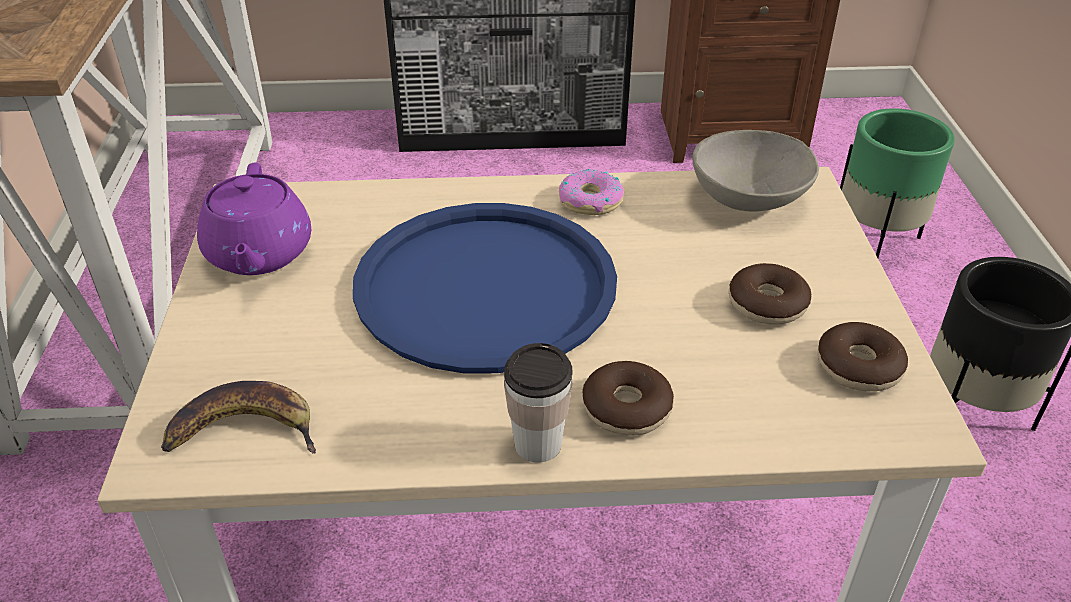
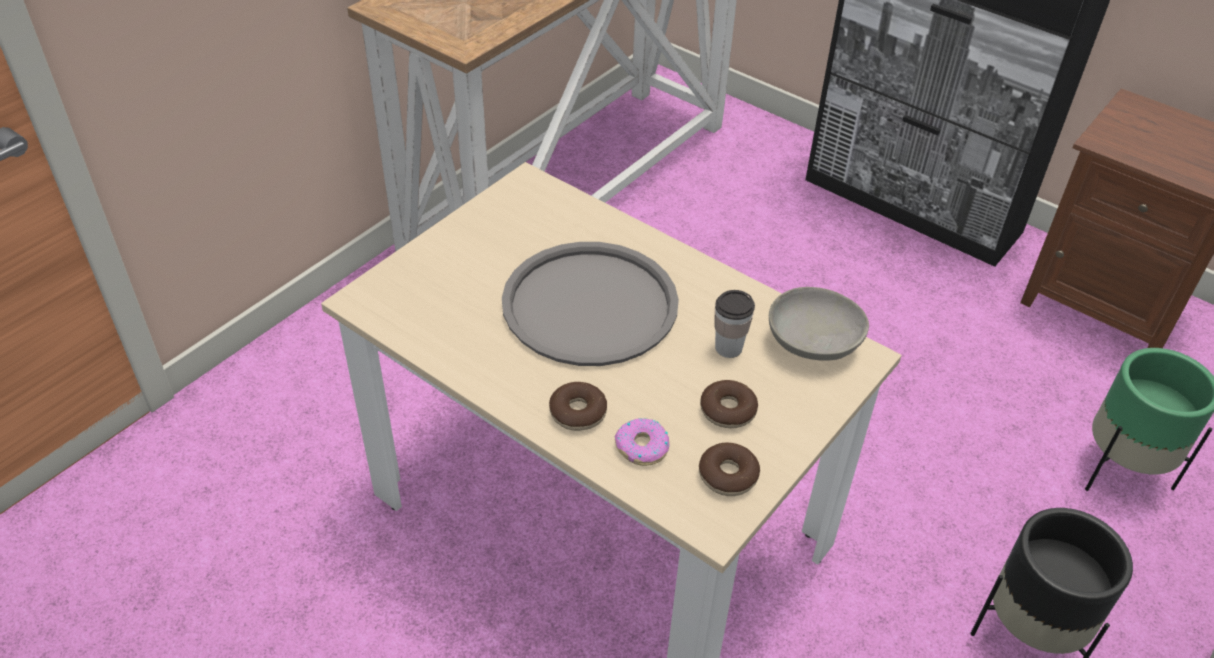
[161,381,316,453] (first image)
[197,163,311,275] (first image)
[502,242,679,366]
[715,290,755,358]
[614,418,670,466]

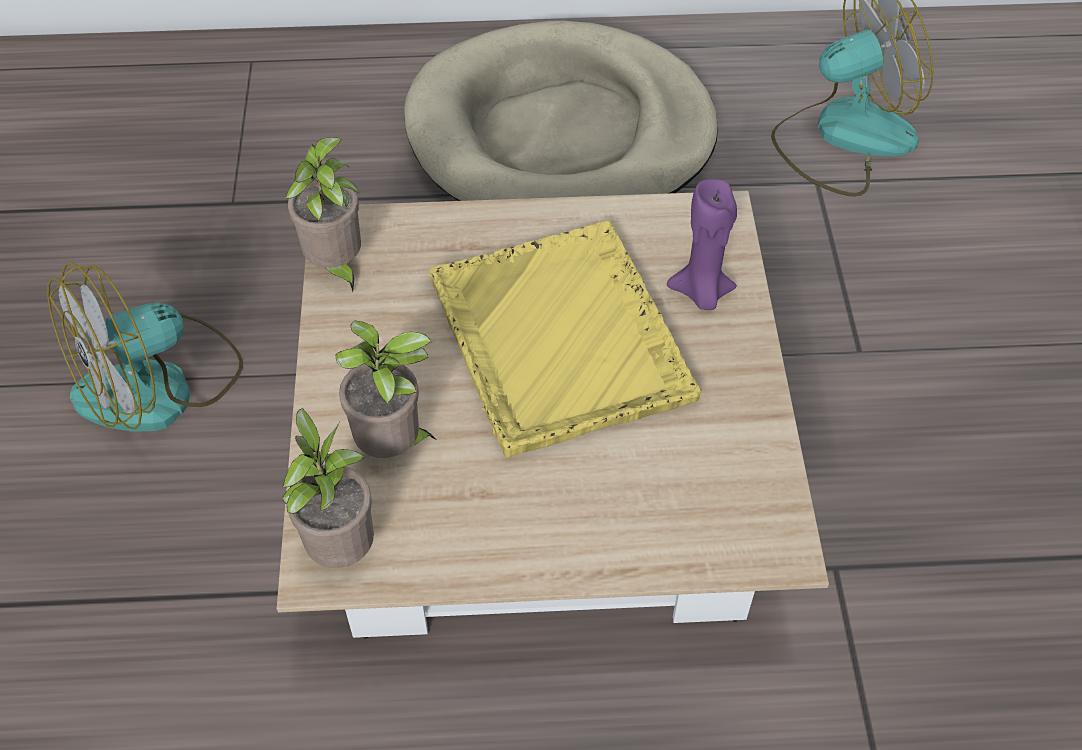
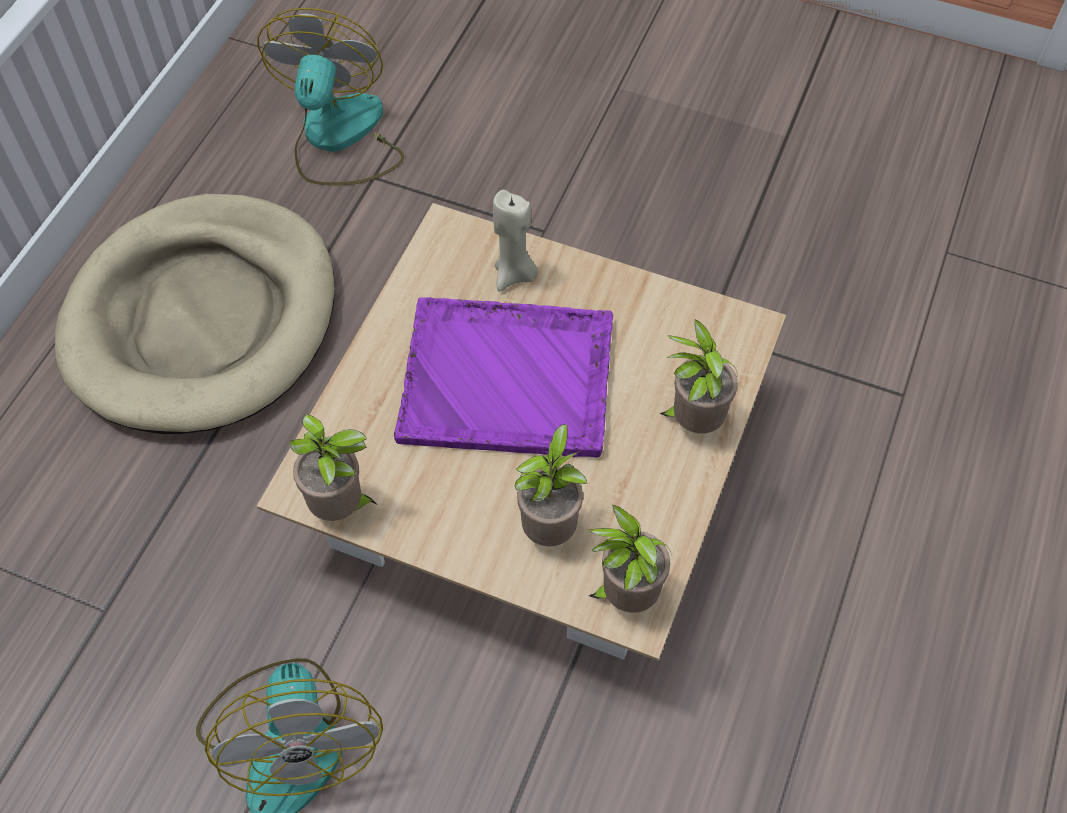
[394,297,613,458]
[493,190,538,292]
[659,319,738,434]

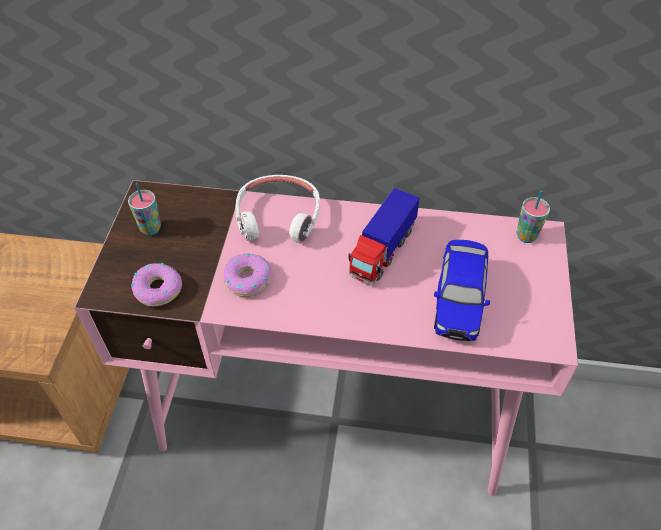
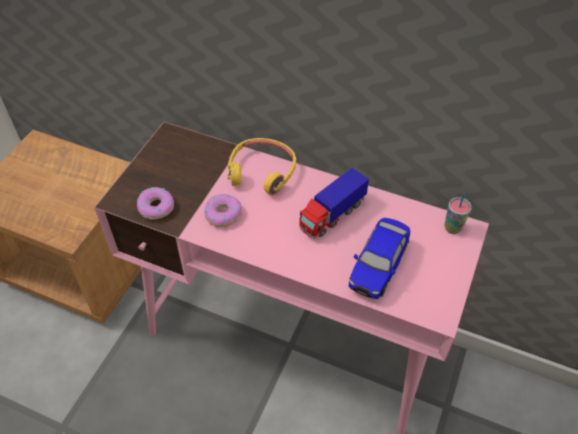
[128,183,161,235] (first image)
[227,138,296,196]

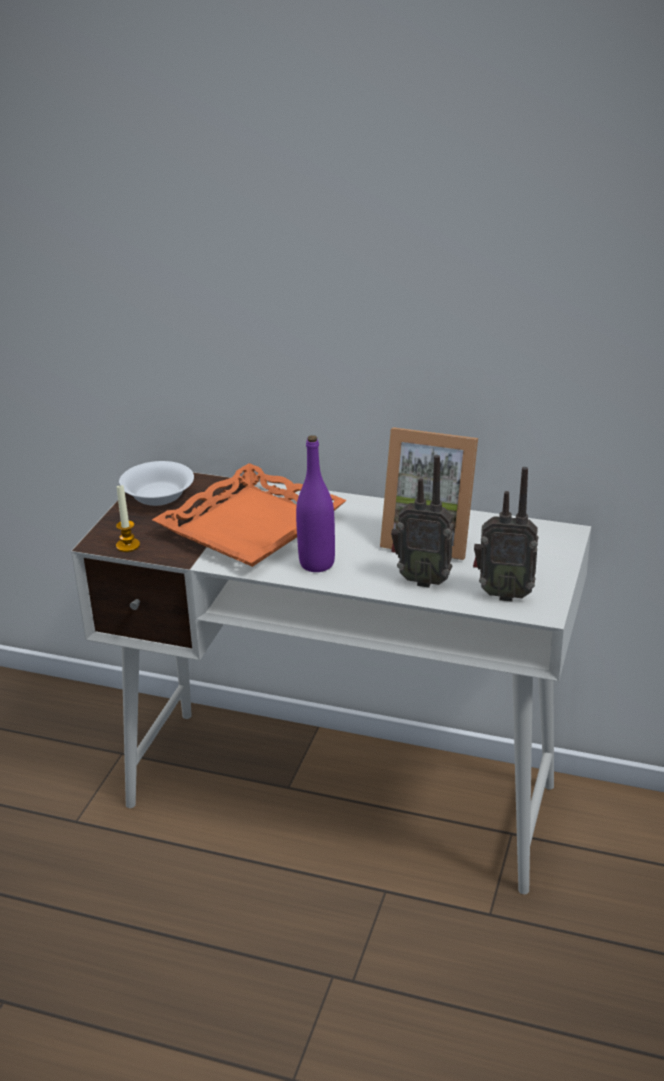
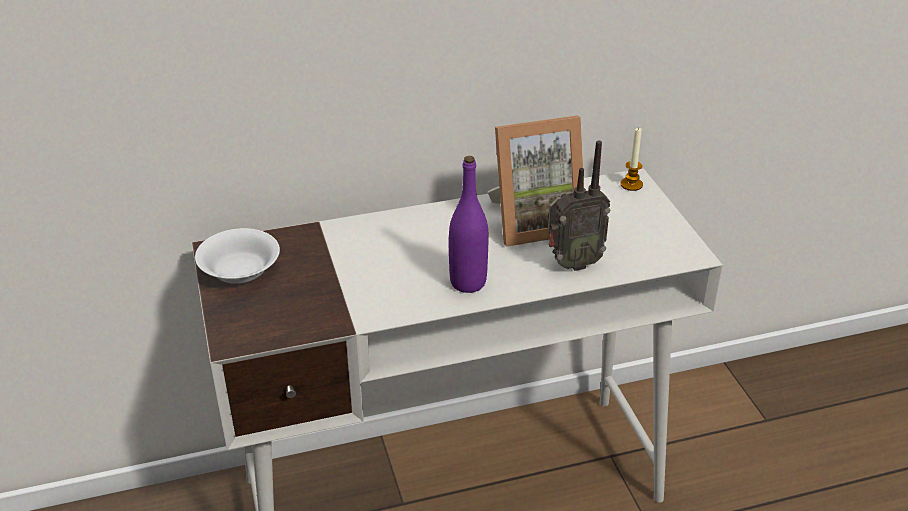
[620,127,643,191]
[152,463,347,567] (first image)
[473,467,538,602] (first image)

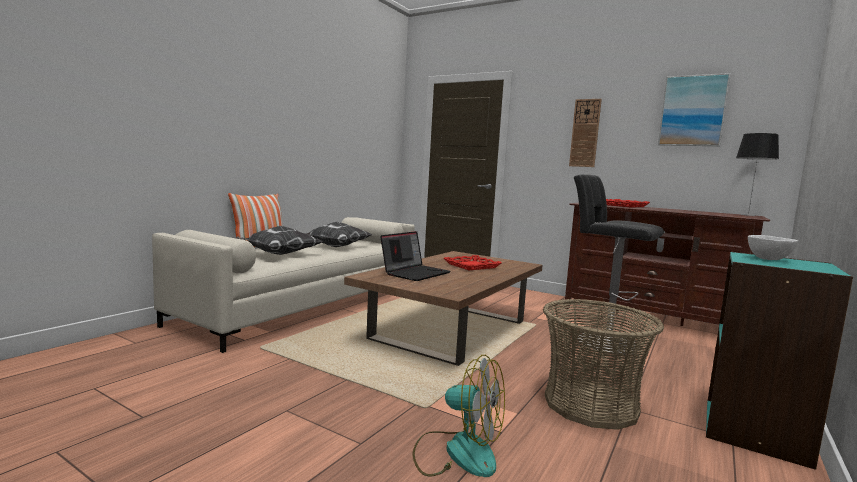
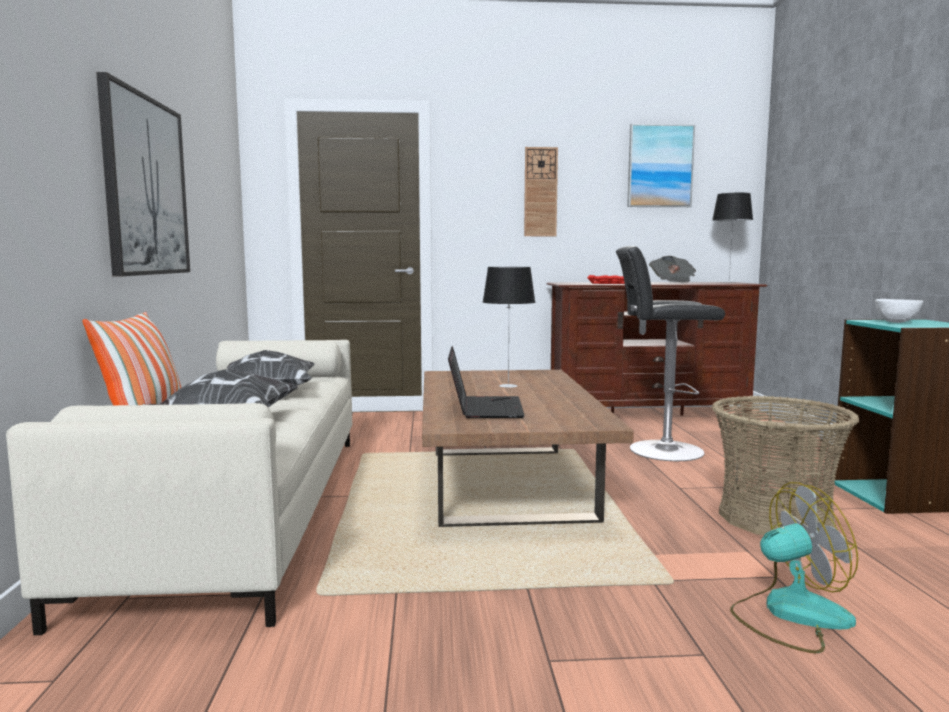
[483,267,535,388]
[96,72,190,276]
[649,256,696,282]

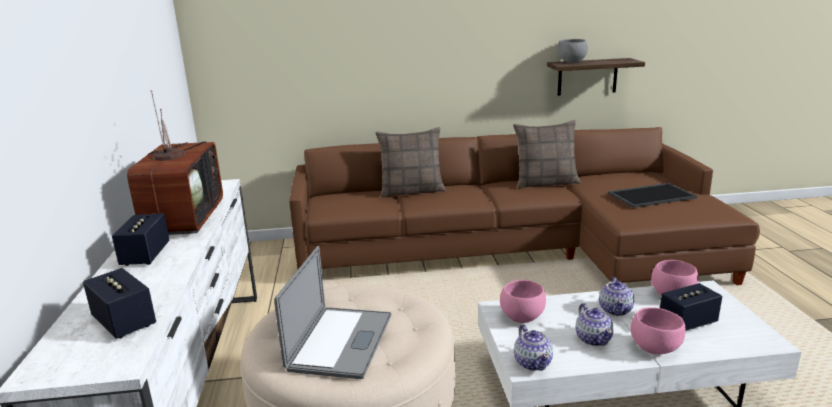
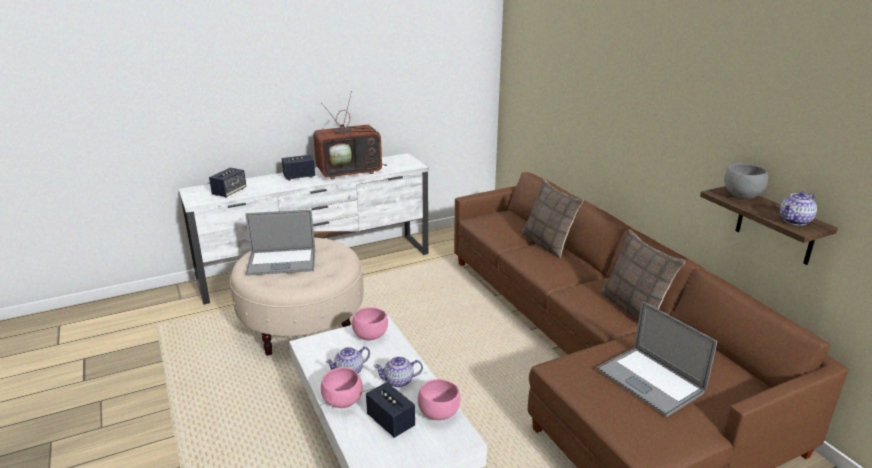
[779,191,817,226]
[597,301,717,417]

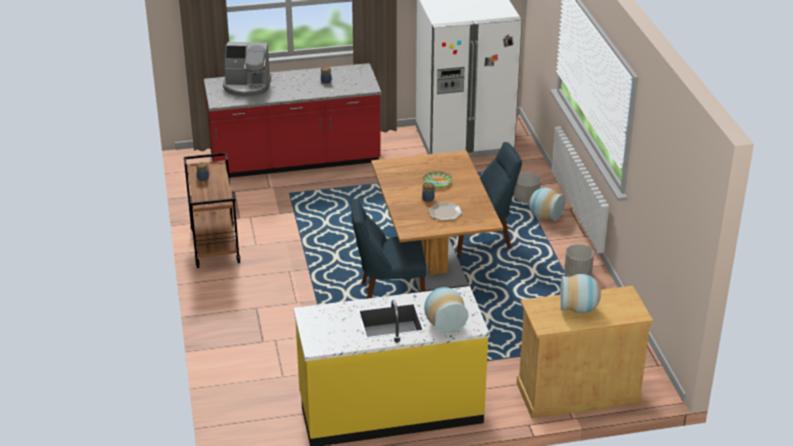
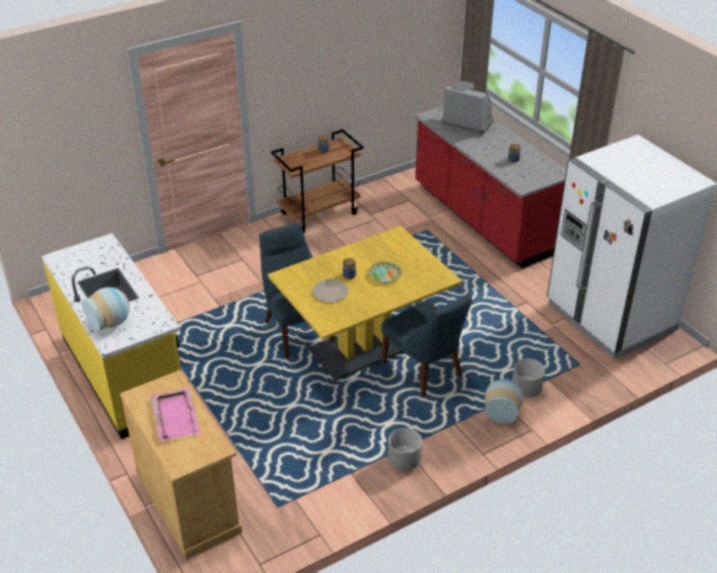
[441,81,493,135]
[267,226,462,381]
[150,388,201,441]

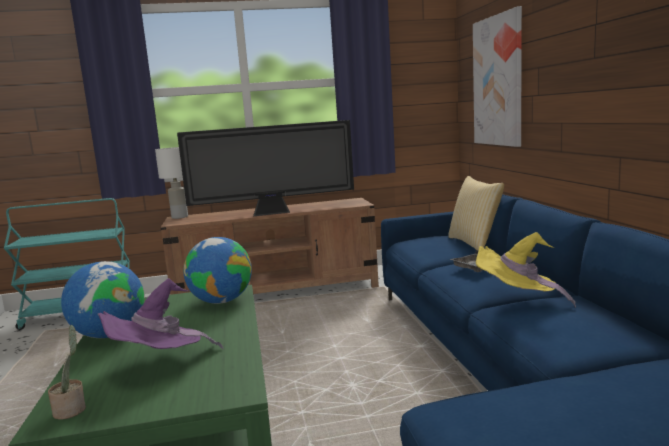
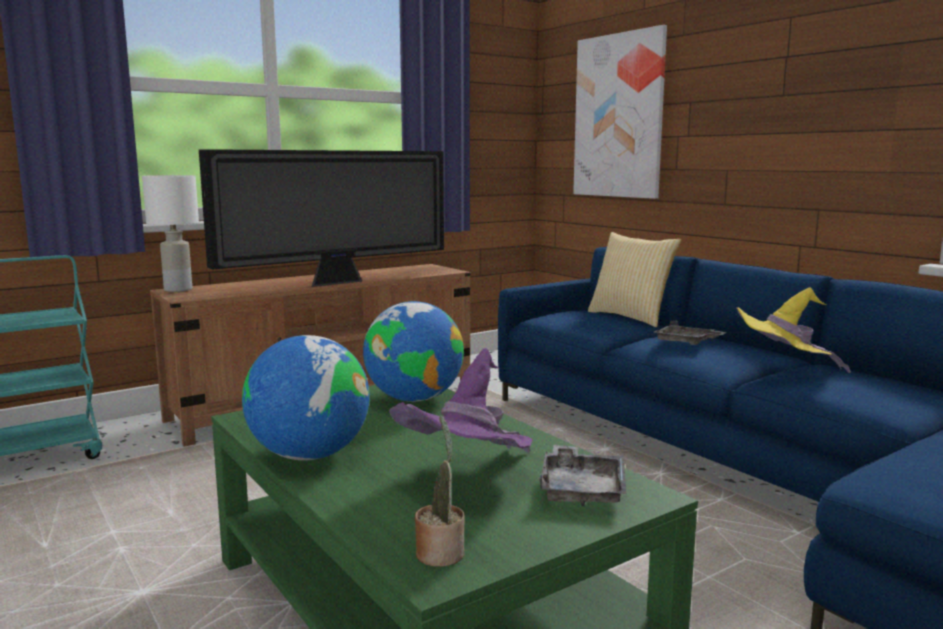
[539,445,627,506]

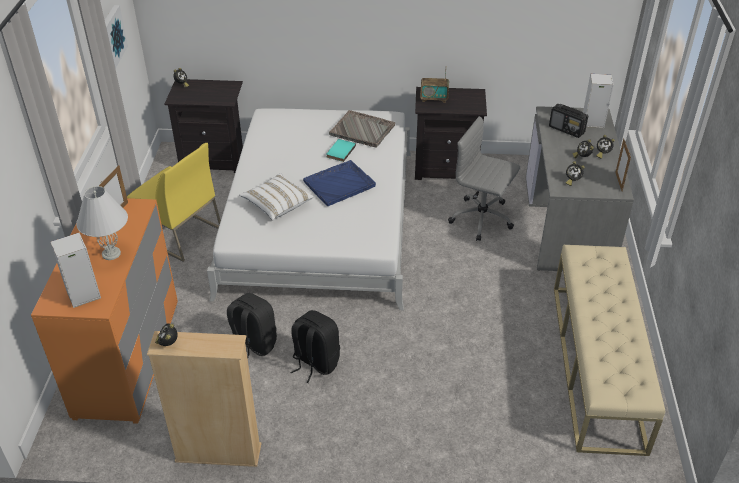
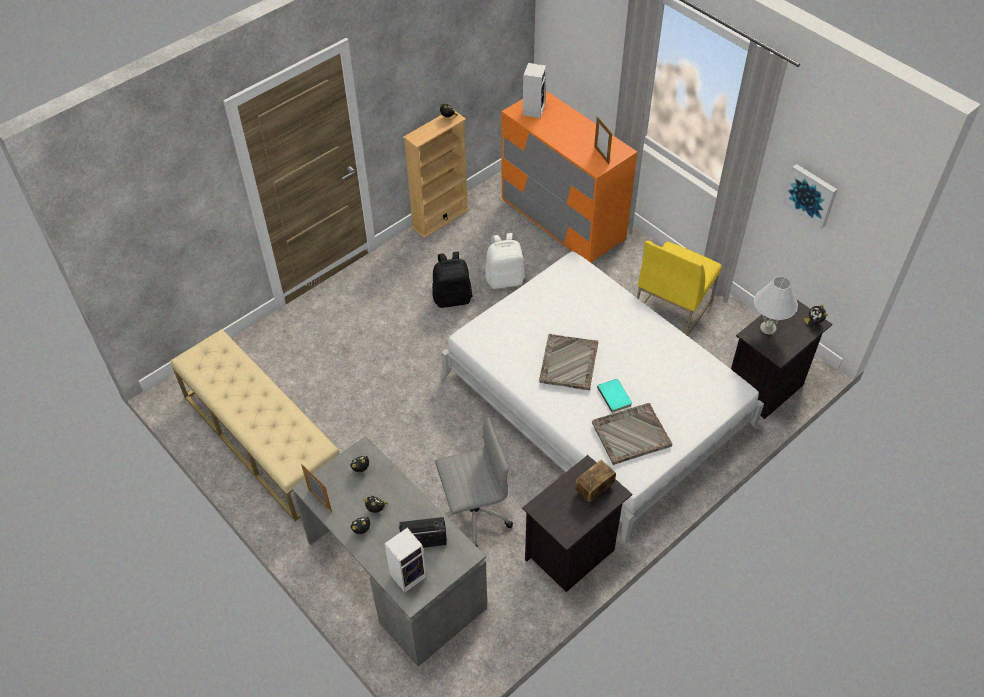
[754,276,798,335]
[637,241,722,336]
[485,233,525,289]
[239,173,314,221] (first image)
[539,334,598,390]

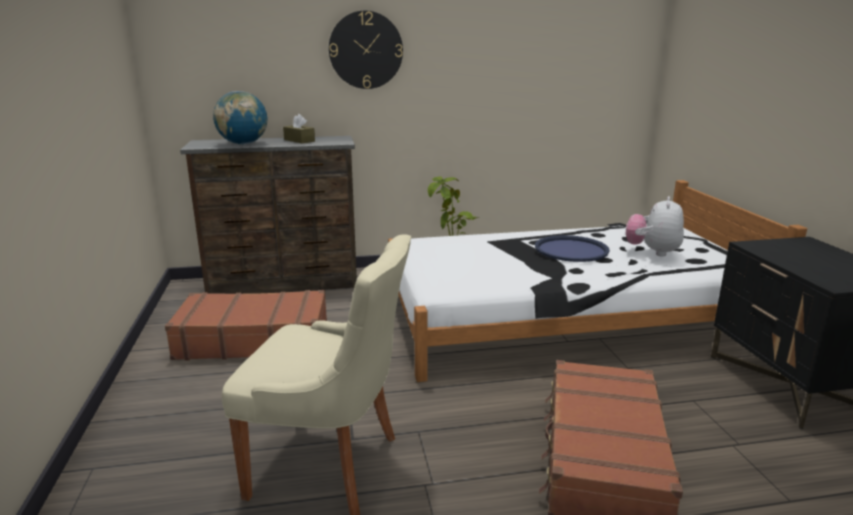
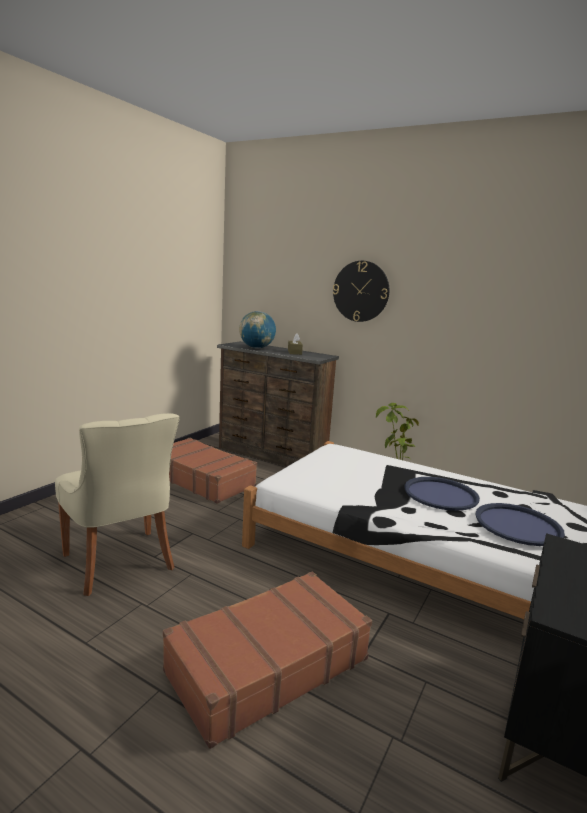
[475,503,565,546]

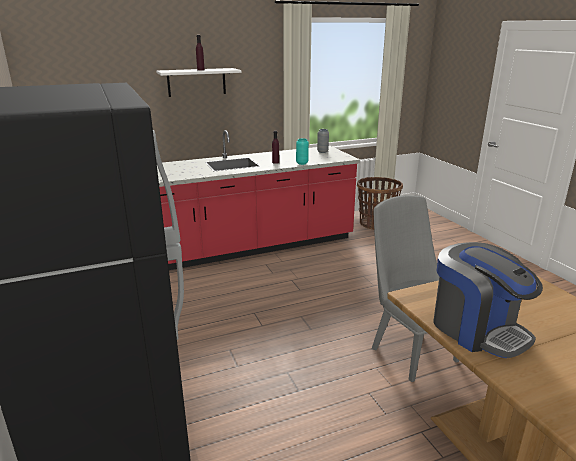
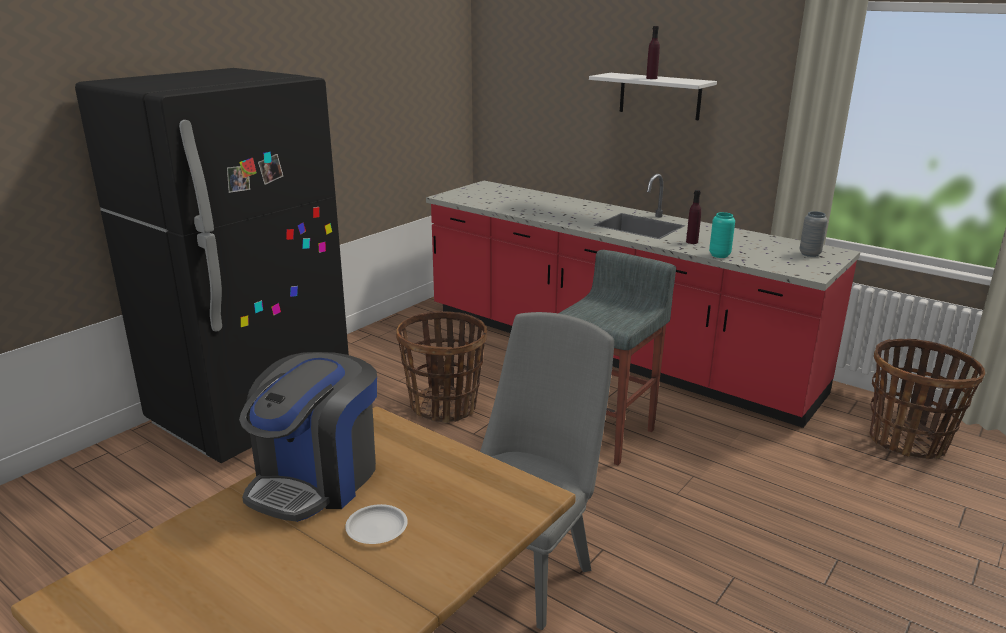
[345,504,408,544]
[396,311,487,423]
[558,250,676,465]

